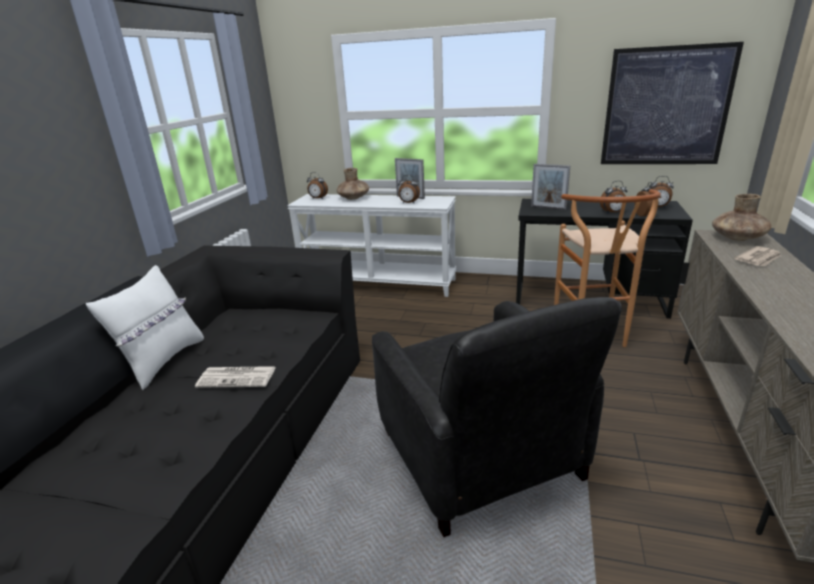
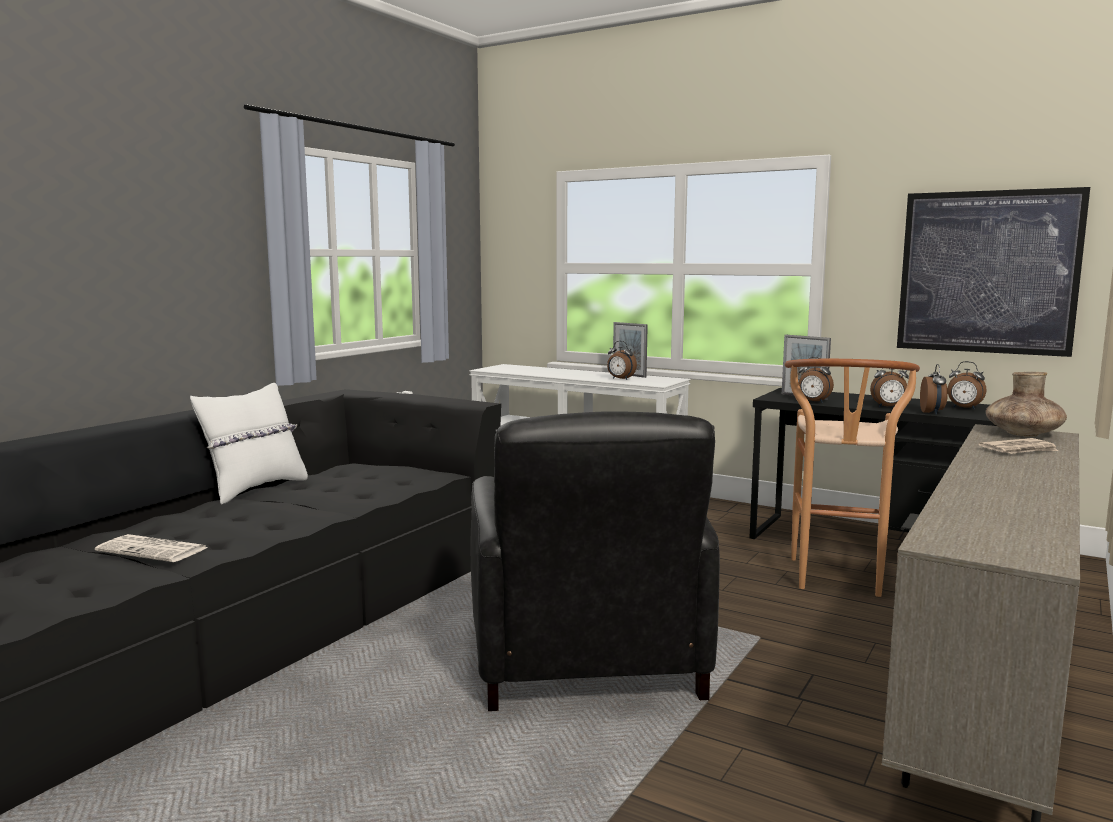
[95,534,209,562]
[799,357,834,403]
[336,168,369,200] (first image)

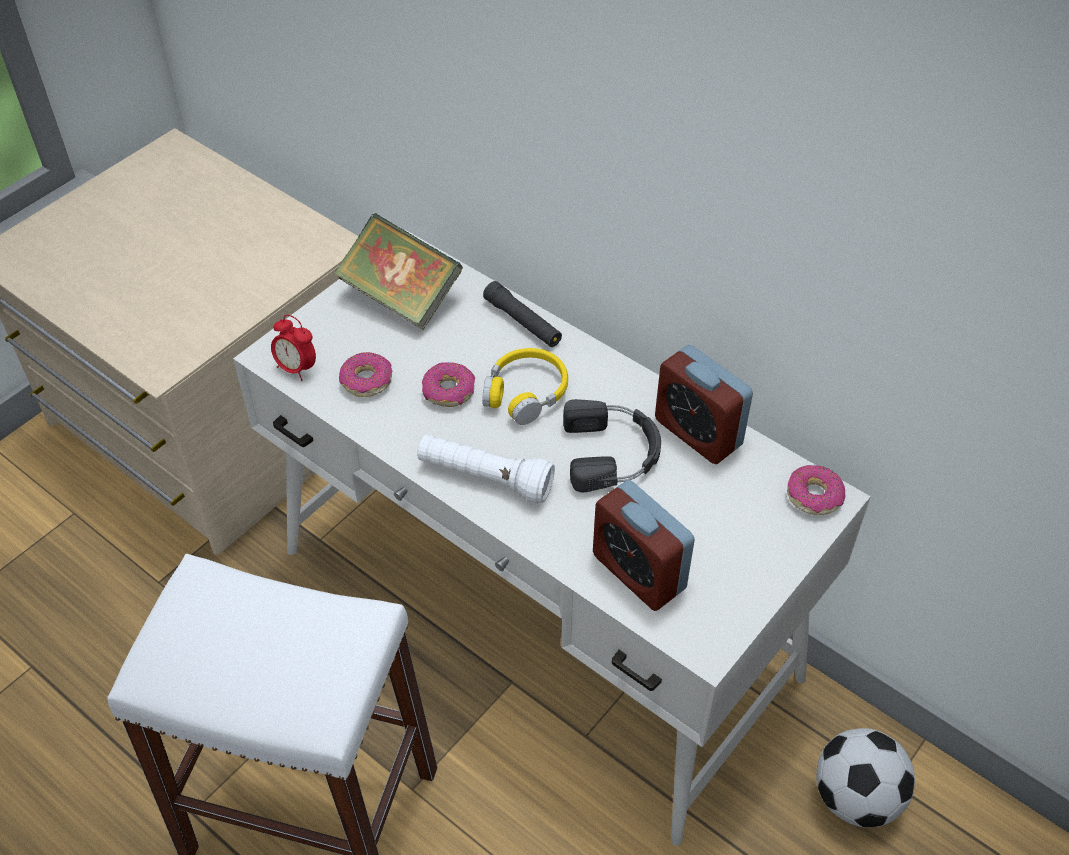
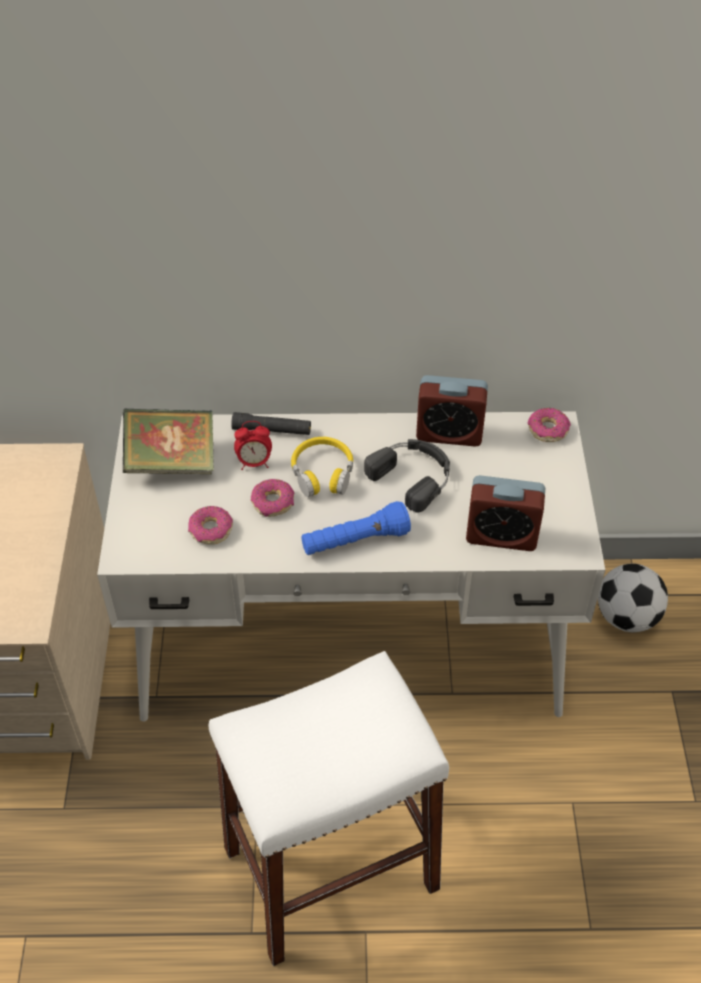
[234,421,272,470]
[302,501,411,555]

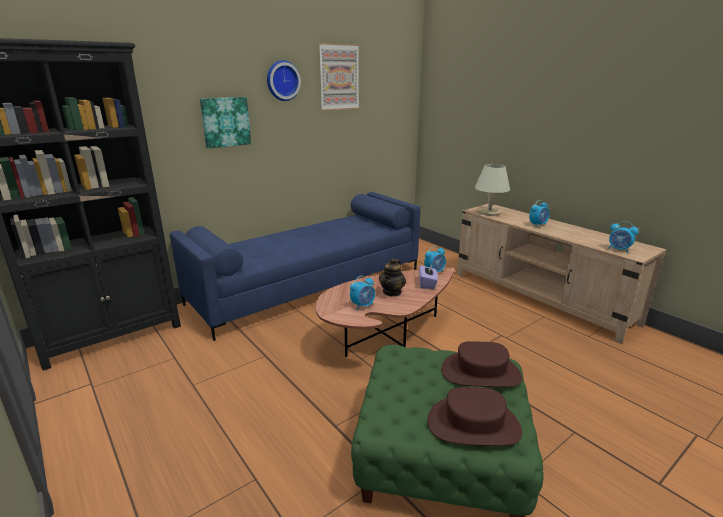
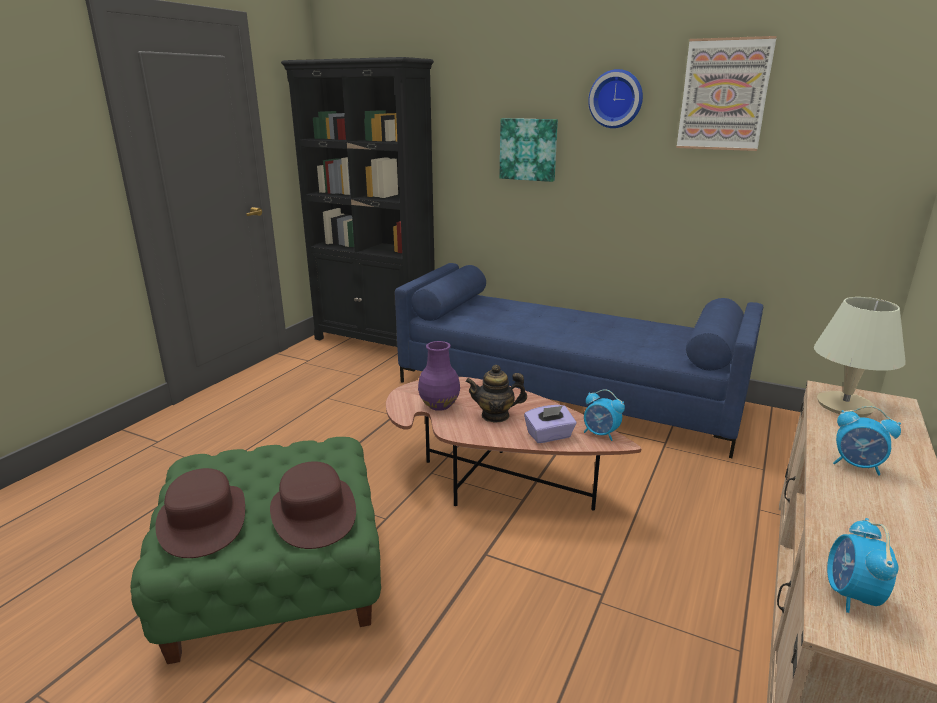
[418,341,460,411]

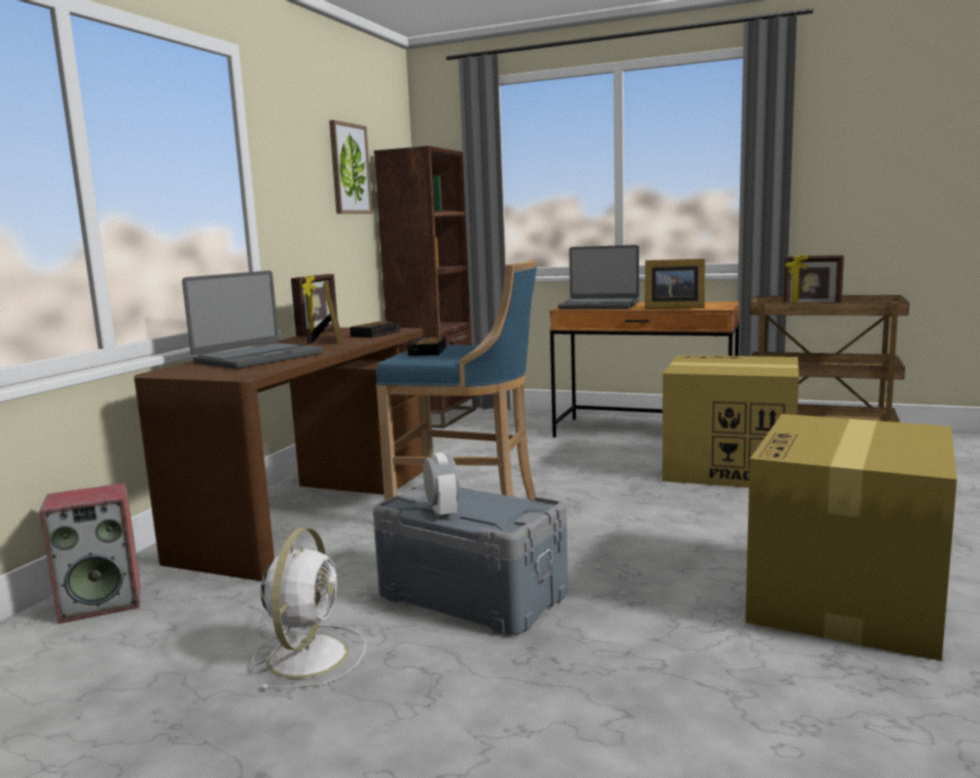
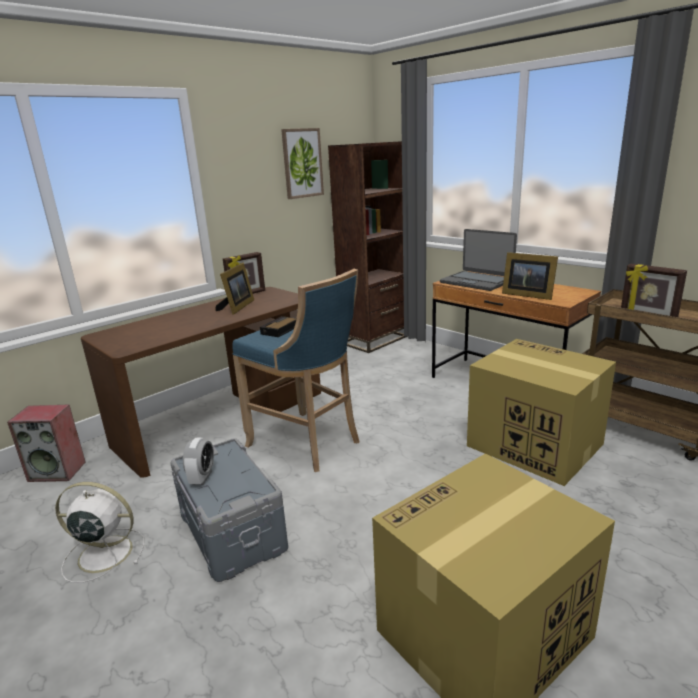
[182,271,323,369] (first image)
[55,482,144,583]
[350,322,400,338] (first image)

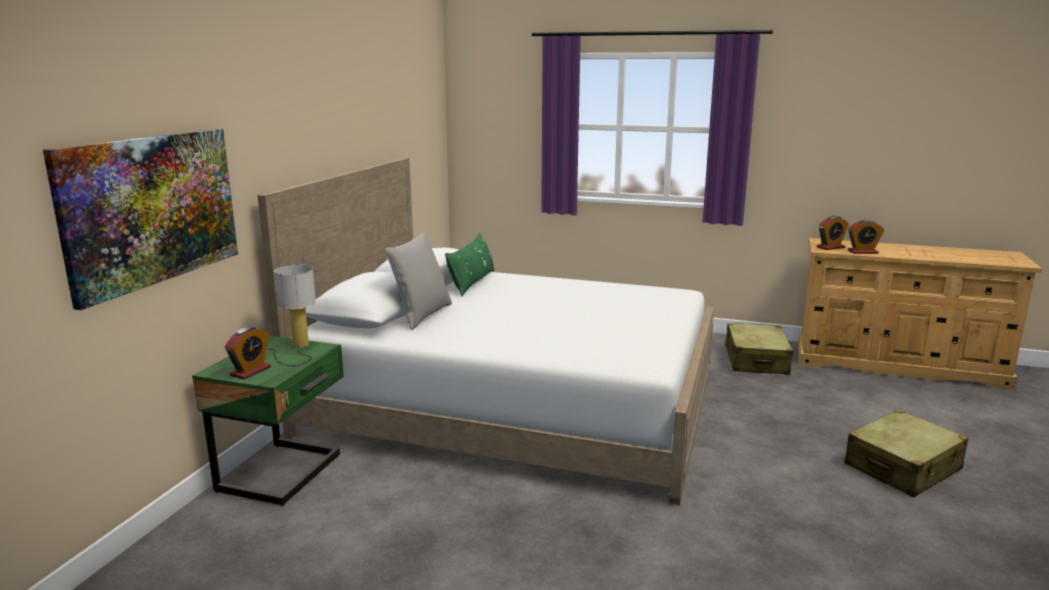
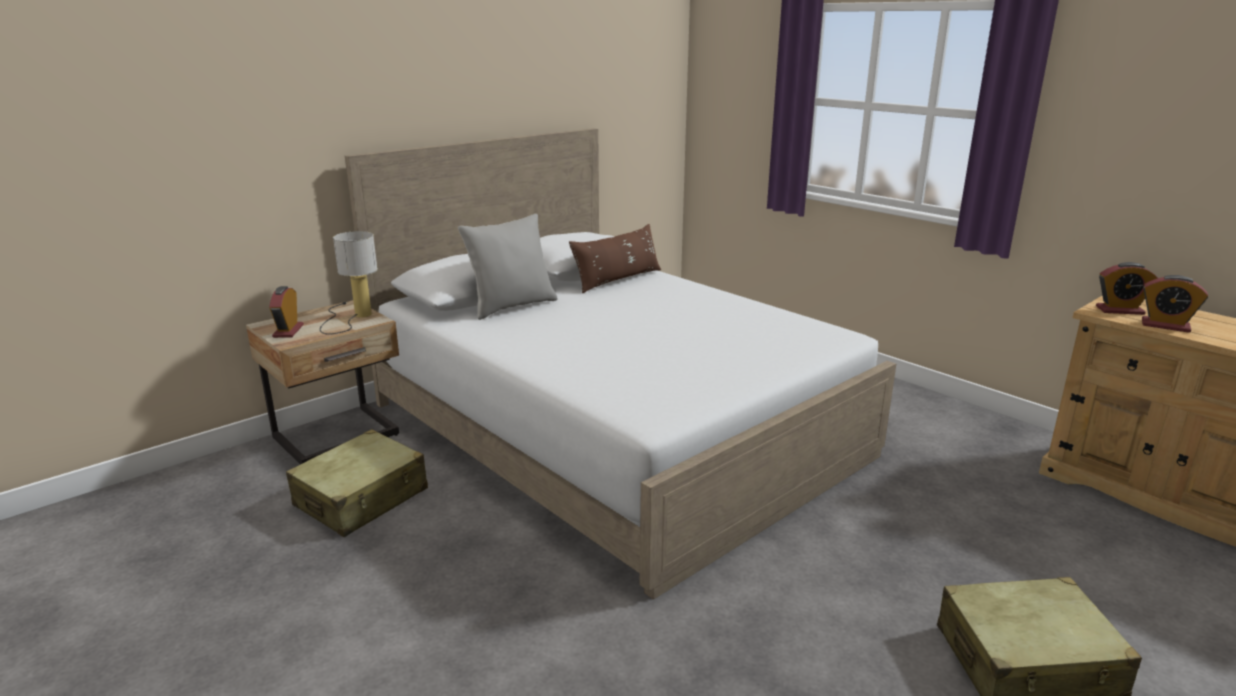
[43,129,238,310] (first image)
[246,300,399,465]
[269,286,304,338]
[569,224,661,293]
[286,429,428,537]

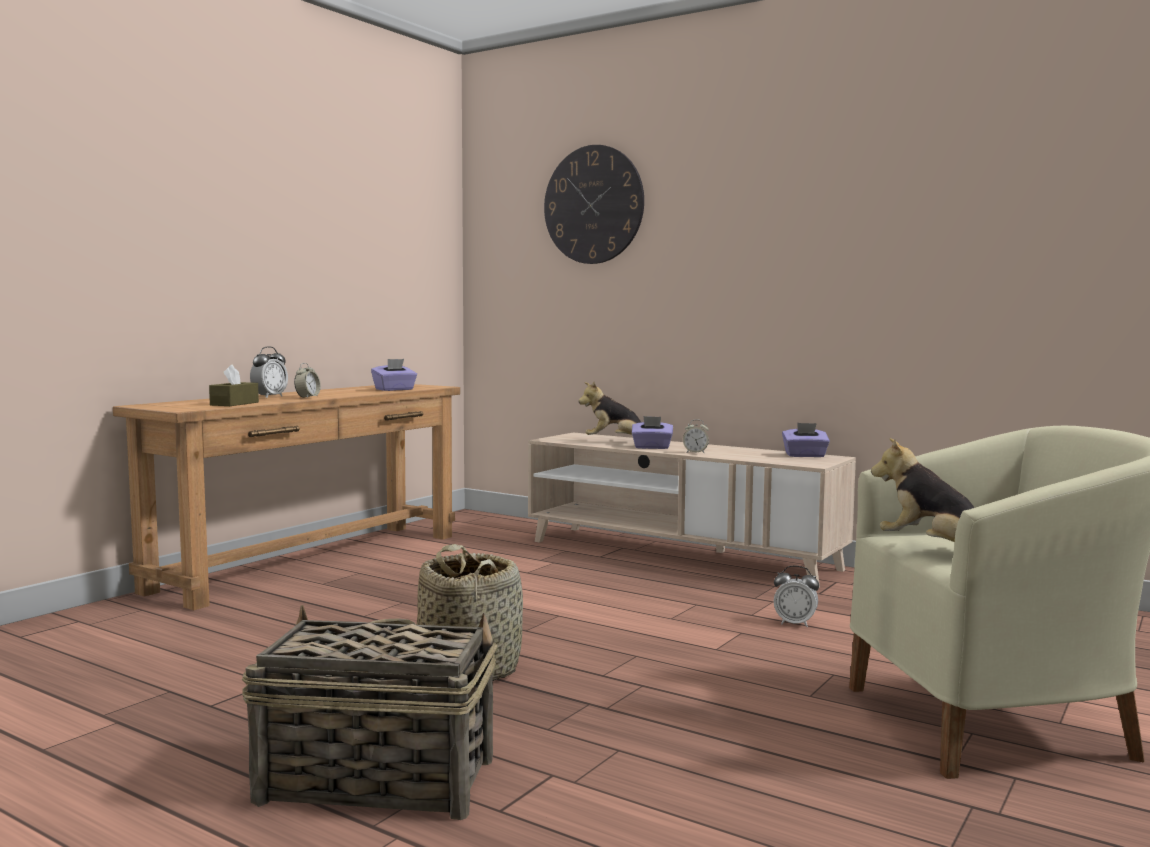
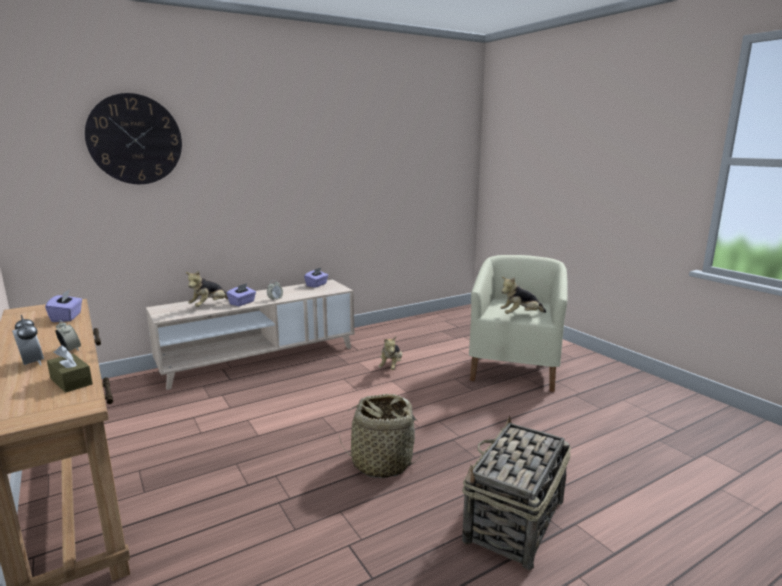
[379,337,402,370]

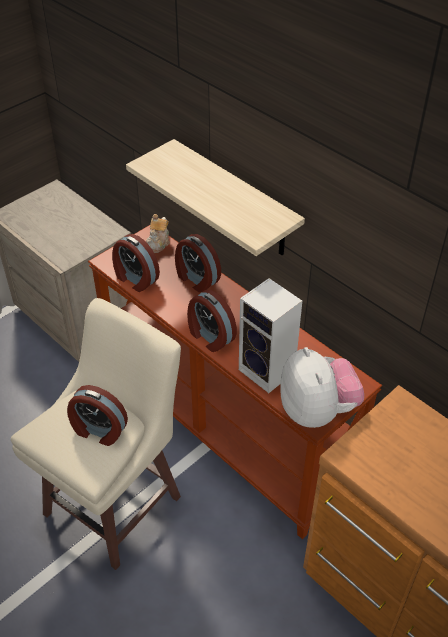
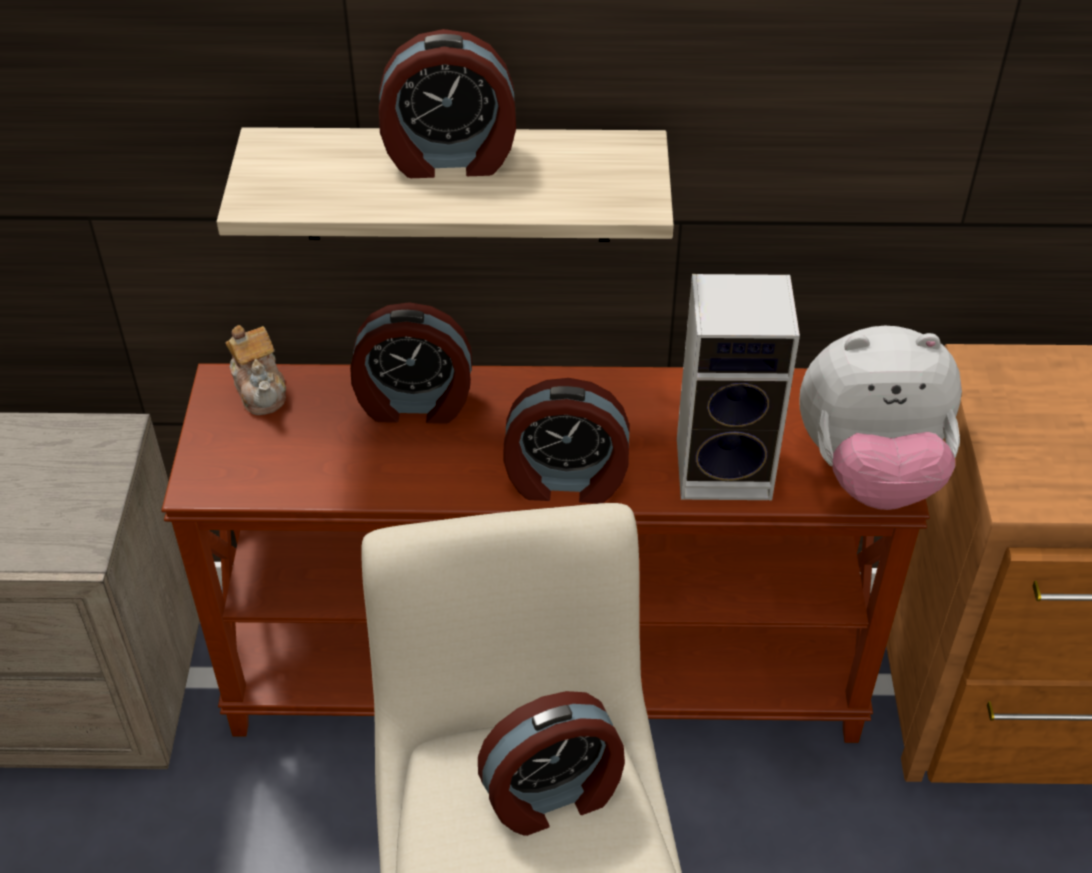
[379,29,516,178]
[799,326,962,510]

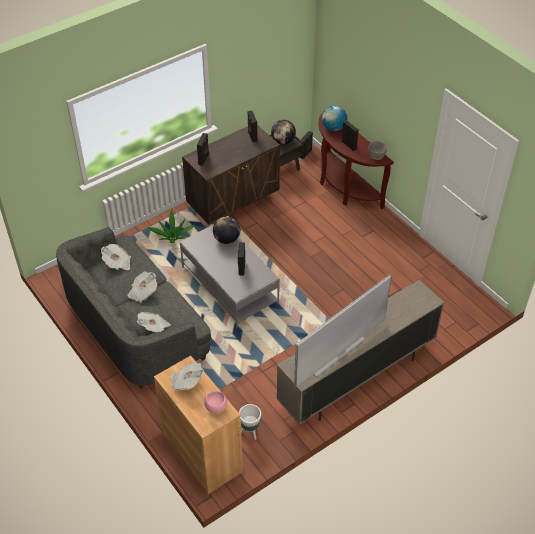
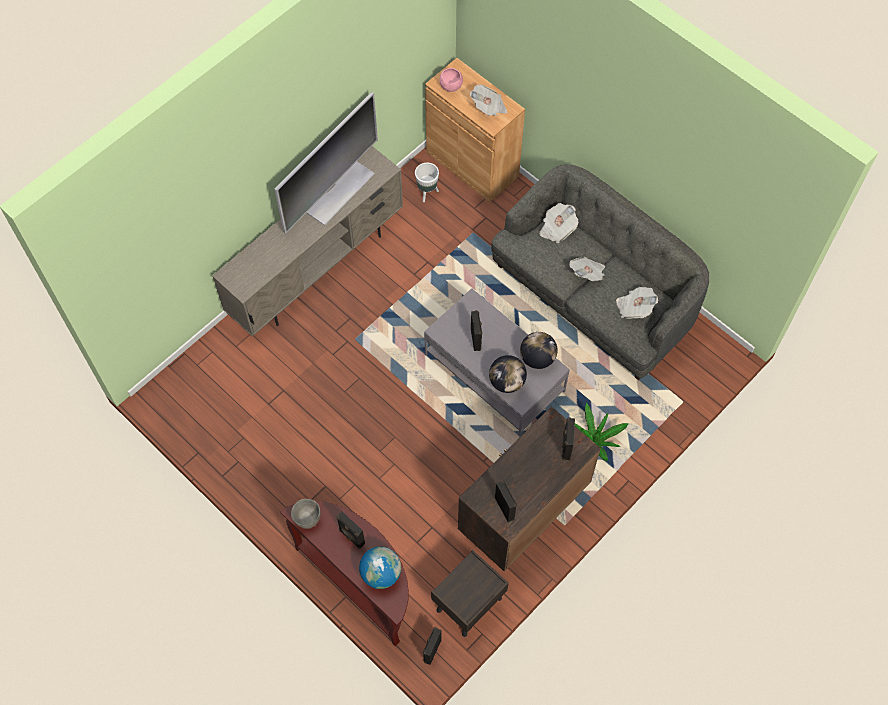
[520,332,558,369]

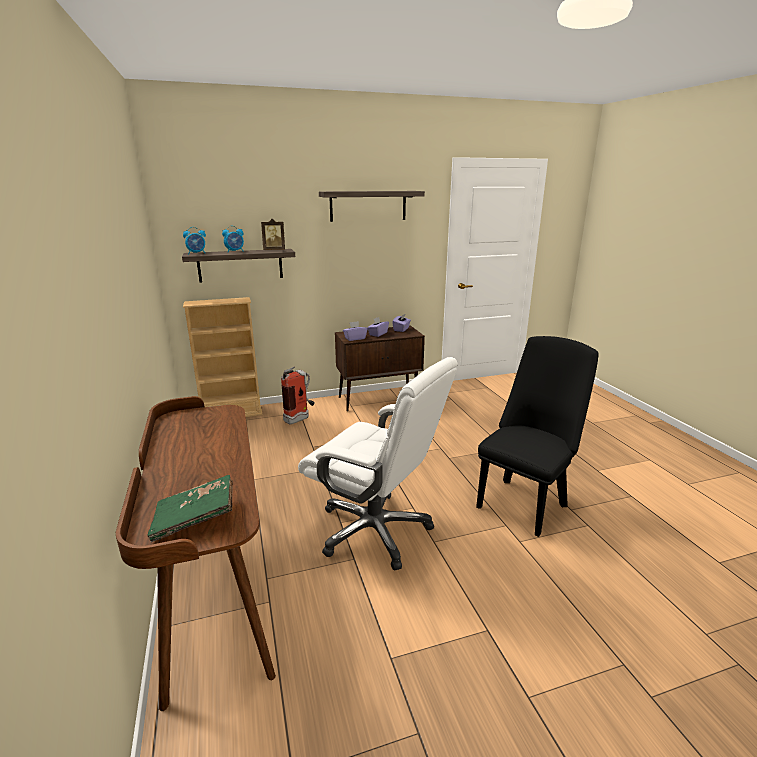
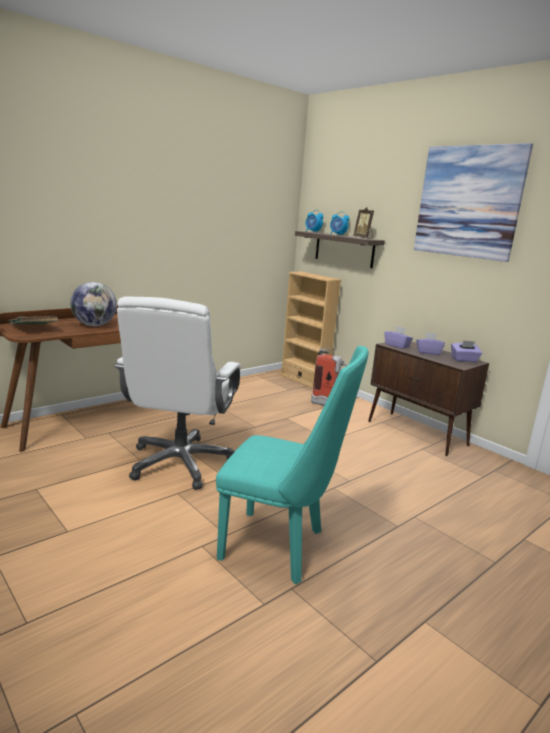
[414,143,533,262]
[216,346,369,584]
[70,282,117,326]

